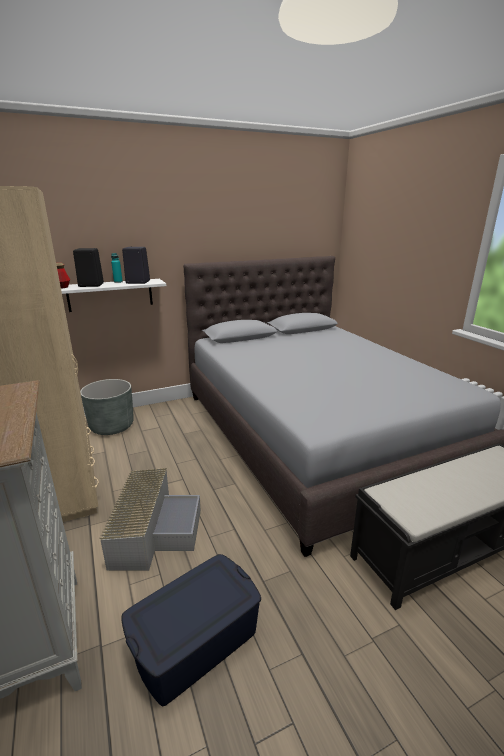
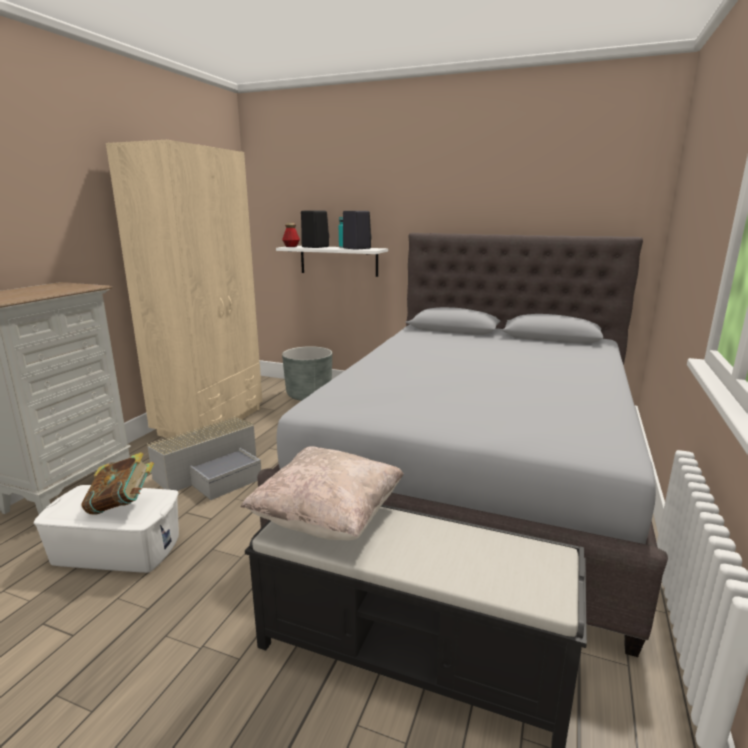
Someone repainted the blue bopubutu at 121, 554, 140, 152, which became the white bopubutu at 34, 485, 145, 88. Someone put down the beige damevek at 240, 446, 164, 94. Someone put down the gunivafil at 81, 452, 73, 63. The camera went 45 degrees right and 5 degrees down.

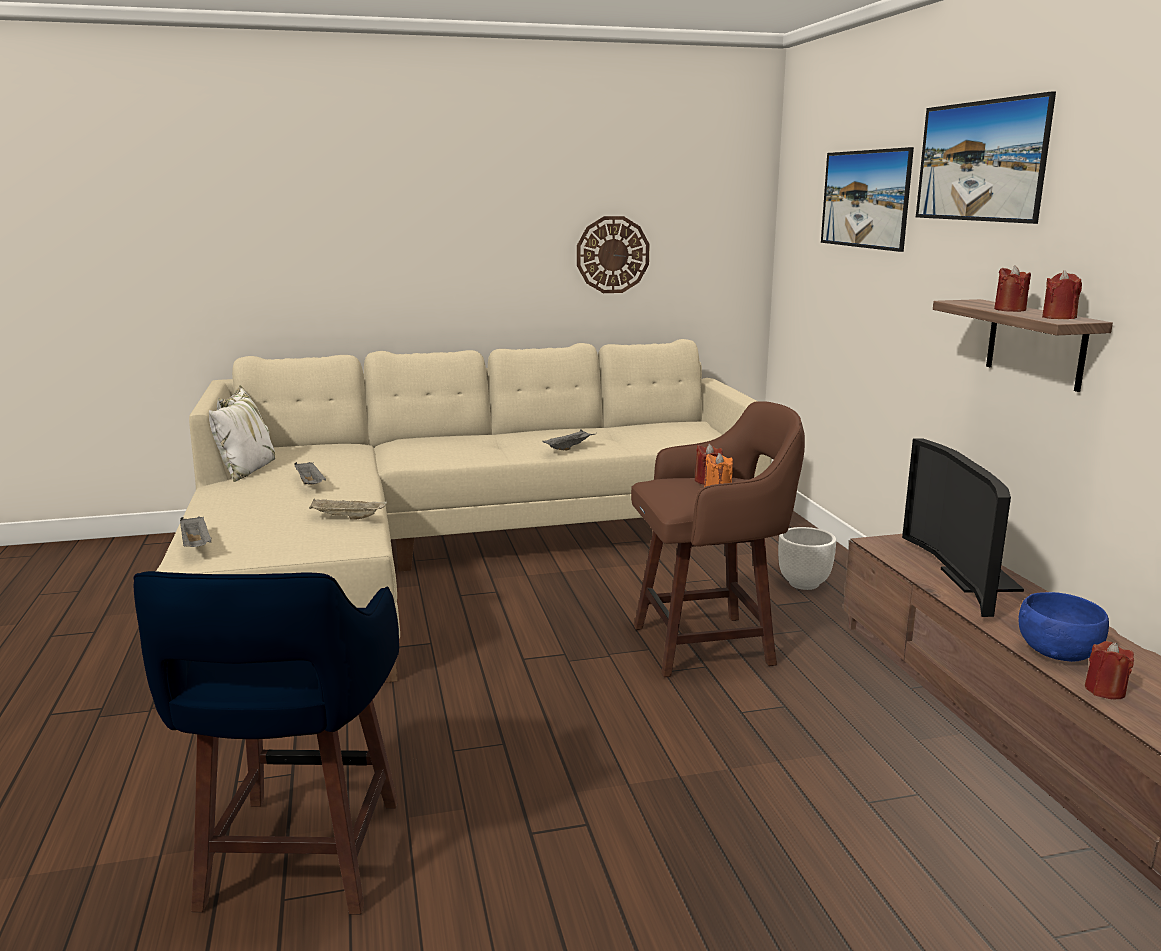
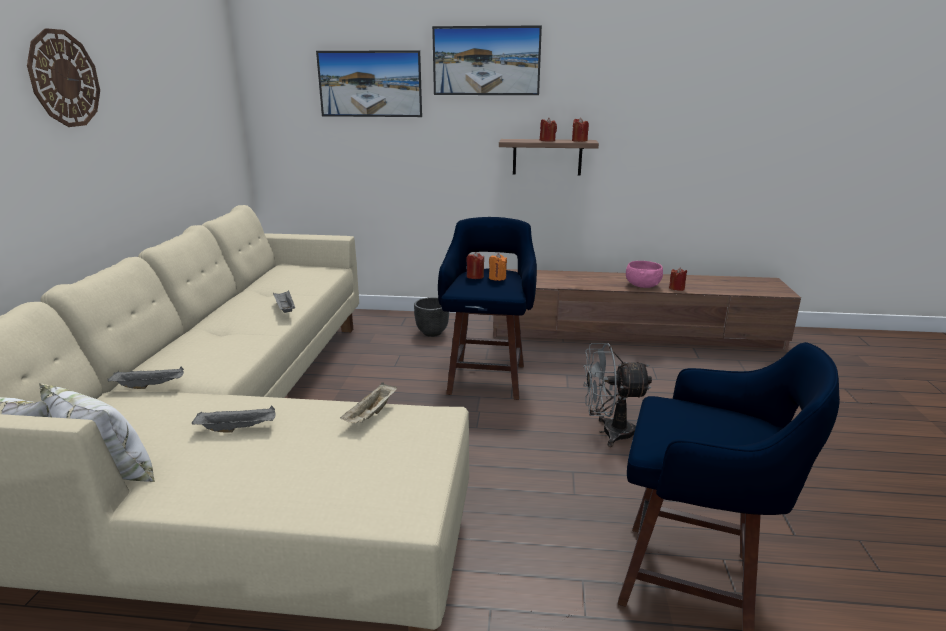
Someone carried the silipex from 577, 216, 73, 77 to 27, 28, 73, 99. Someone repainted the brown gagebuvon at 631, 401, 174, 276, which became the blue gagebuvon at 438, 217, 99, 183. Someone took away the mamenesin at 902, 439, 122, 178. Someone carried the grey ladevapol from 180, 516, 31, 31 to 108, 366, 76, 23. Someone repainted the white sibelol at 778, 527, 58, 63, which became the black sibelol at 414, 297, 35, 40. Someone repainted the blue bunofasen at 1019, 592, 90, 70, which became the pink bunofasen at 626, 261, 37, 27. Someone put down the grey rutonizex at 583, 343, 69, 104. The camera went 70 degrees left and 5 degrees up.

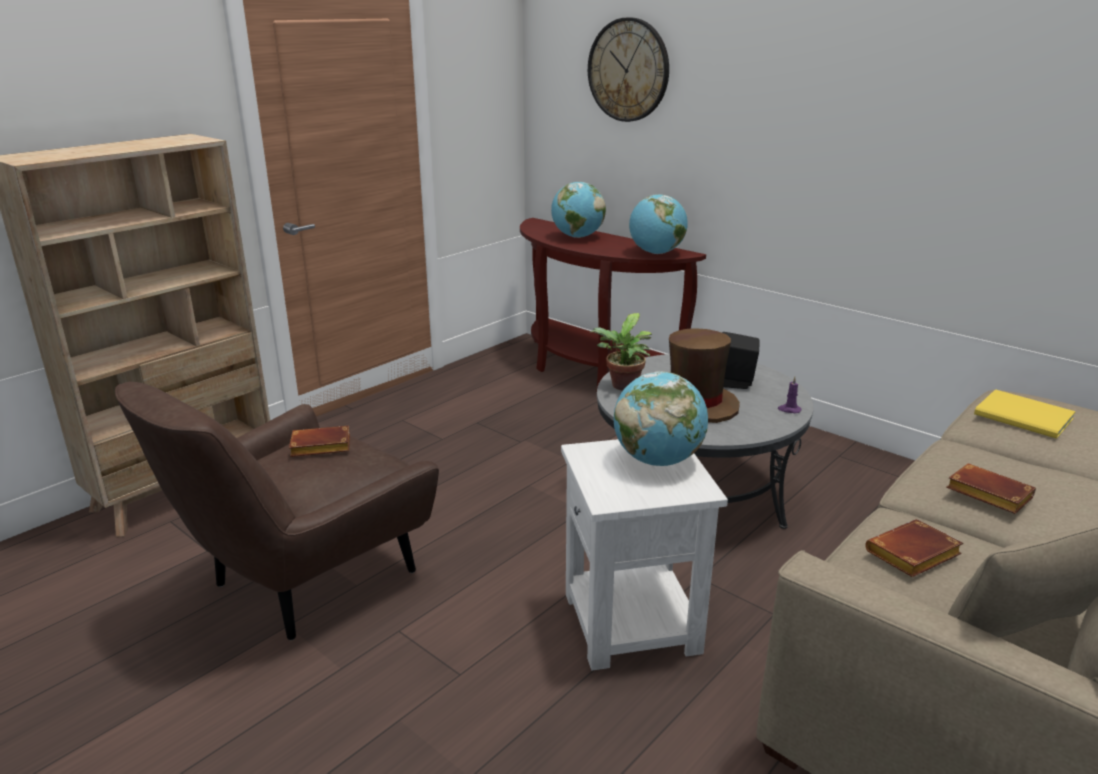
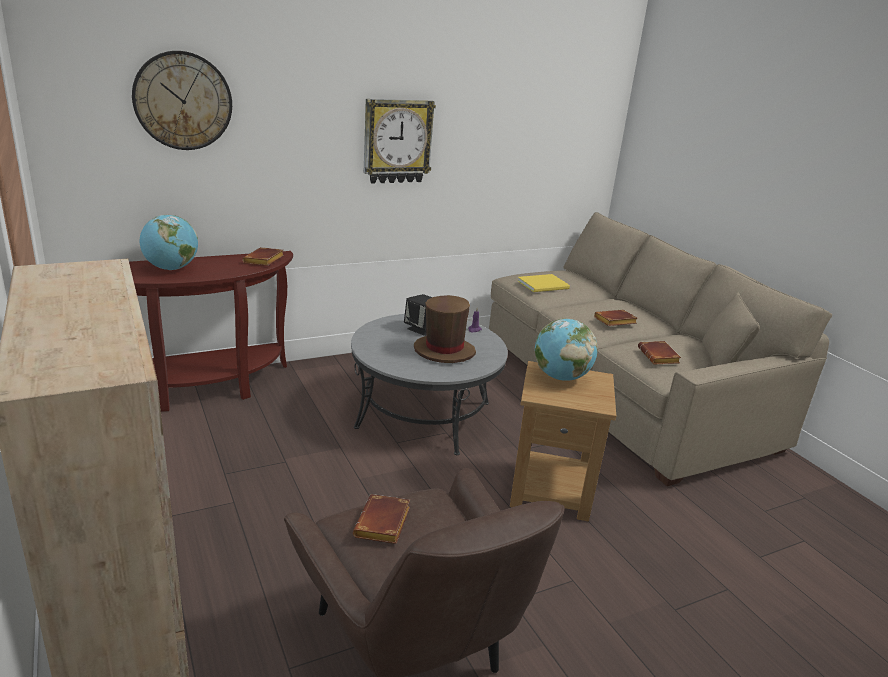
Someone swapped the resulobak at 629, 194, 59, 60 for the brown gunivafil at 243, 247, 41, 19. Someone took away the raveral at 591, 313, 61, 78. Someone repainted the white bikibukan at 561, 439, 167, 232, which became the brown bikibukan at 510, 361, 106, 160. Someone put up the silipex at 364, 99, 72, 85. The camera went 70 degrees left and 0 degrees up.

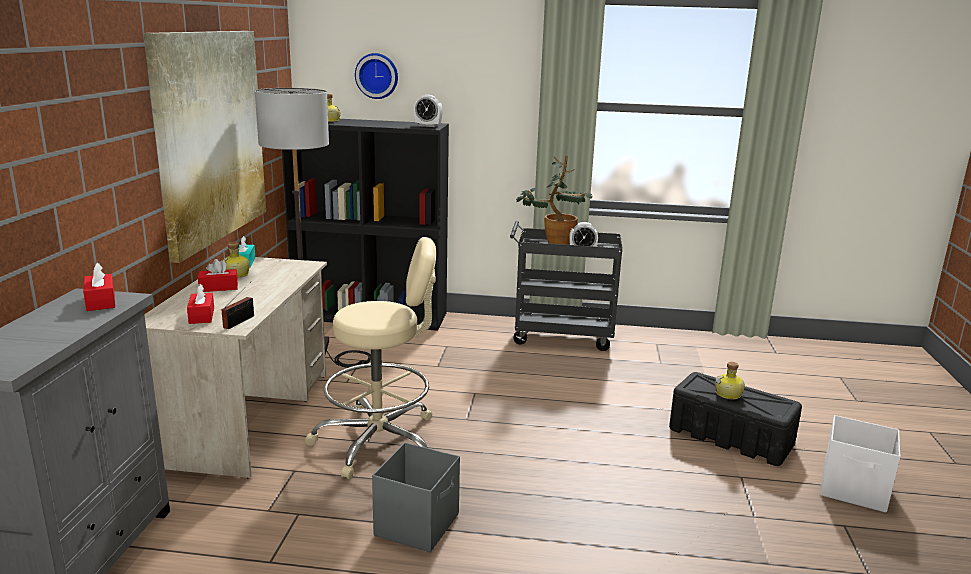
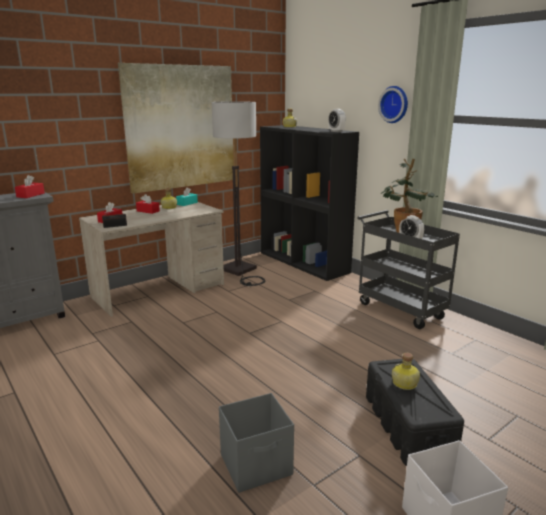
Someone carried the silipex from 355, 53, 43, 46 to 378, 86, 30, 37. Someone took away the beige gagebuvon at 305, 237, 131, 242. Someone carried the grey bopubutu from 372, 442, 88, 110 to 219, 393, 75, 100. The camera went 45 degrees right and 0 degrees up.

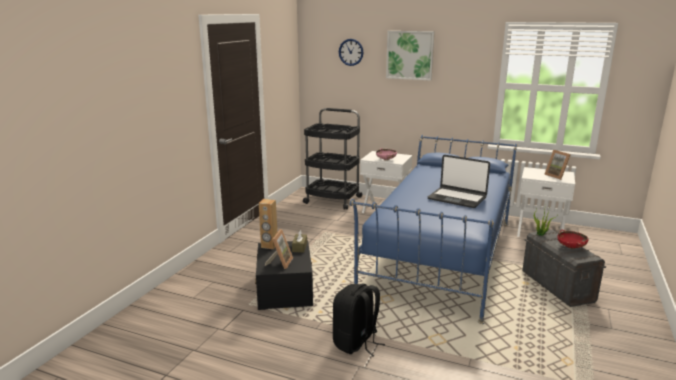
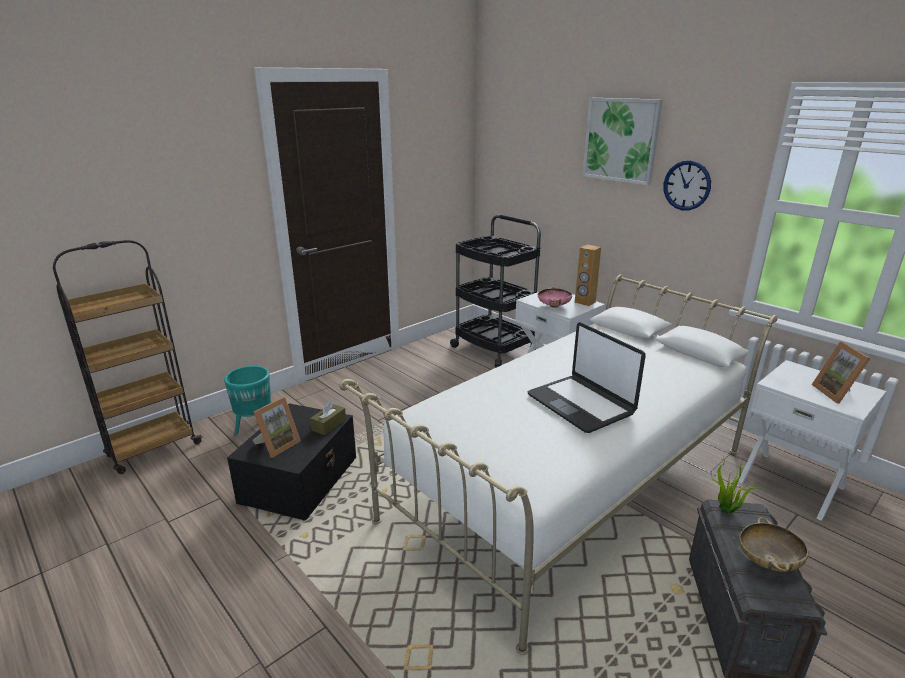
Someone carried the silipex from 339, 39, 25, 27 to 664, 160, 47, 50. Someone repainted the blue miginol at 349, 135, 168, 189, which became the white miginol at 339, 274, 438, 381. Someone carried the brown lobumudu from 259, 199, 18, 50 to 575, 244, 26, 62. Someone repainted the red bunofasen at 557, 230, 31, 19, which became the beige bunofasen at 739, 517, 69, 55. Someone took away the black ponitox at 333, 283, 52, 74. Someone put down the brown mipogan at 53, 240, 152, 234. Someone put down the turquoise sibelol at 224, 366, 47, 69. The camera went 25 degrees right and 5 degrees up.

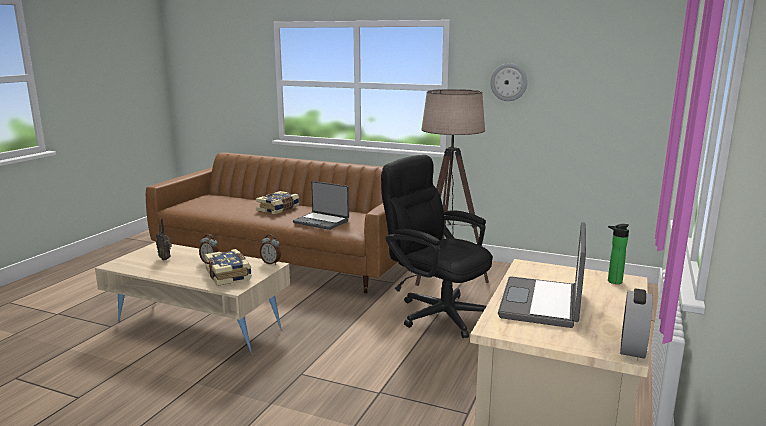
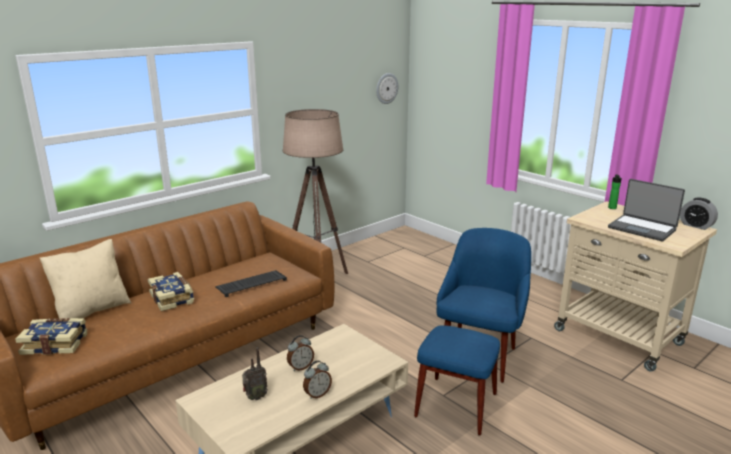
Someone carried the silipex from 490, 63, 38, 38 to 376, 73, 22, 31. Someone took away the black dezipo at 381, 155, 112, 183. Someone swapped the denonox at 293, 181, 56, 49 for the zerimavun at 215, 270, 72, 27. Someone carried the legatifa from 260, 234, 21, 31 to 303, 361, 29, 38. Someone carried the gunivafil from 205, 249, 47, 37 to 15, 318, 72, 37. Someone put down the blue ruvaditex at 414, 228, 117, 208. Someone put down the beige damevek at 40, 239, 91, 80. The camera went 65 degrees left and 5 degrees up.

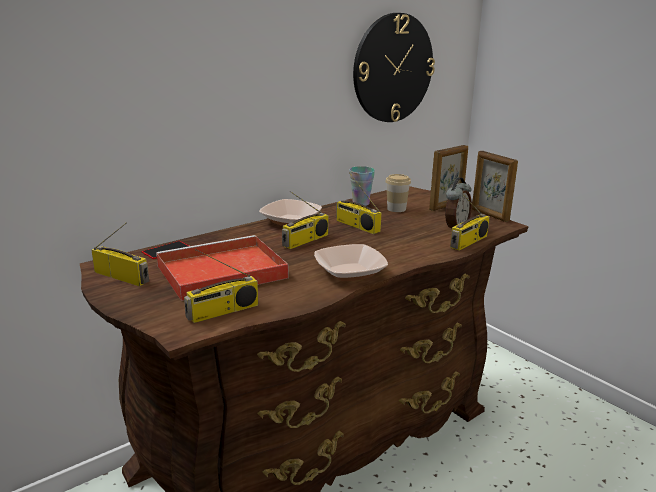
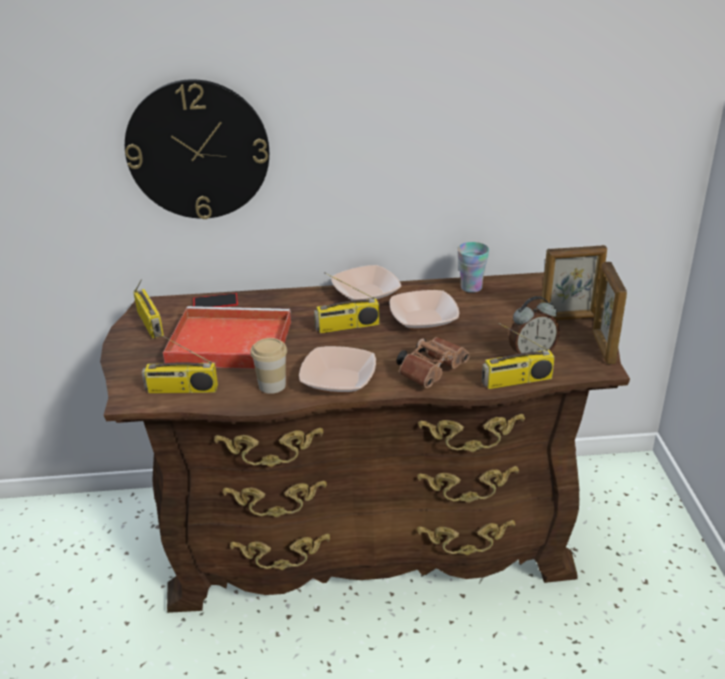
Someone carried the silipex from 353, 13, 82, 109 to 125, 79, 144, 140. Someone swapped the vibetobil at 336, 172, 45, 62 for the bunofasen at 389, 290, 70, 41. Someone carried the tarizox from 385, 174, 26, 38 to 250, 338, 37, 56. Someone put down the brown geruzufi at 396, 337, 74, 51. The camera went 35 degrees right and 10 degrees up.

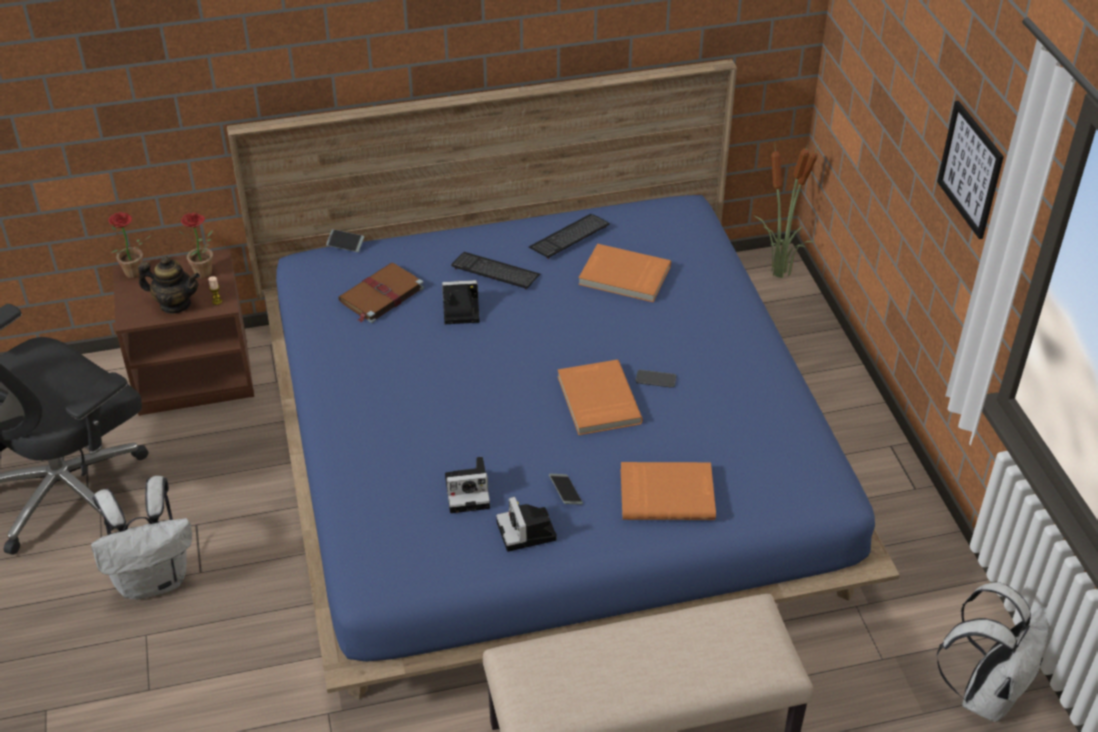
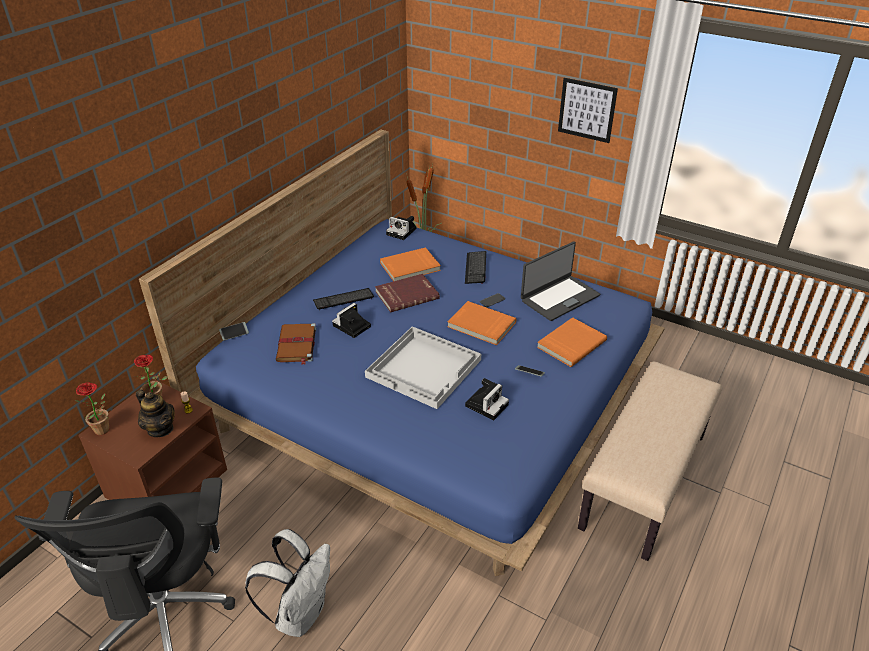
Someone carried the zerimavun from 529, 214, 81, 45 to 465, 251, 21, 33. Someone rotated the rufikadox at 138, 256, 62, 57 by 75 degrees clockwise. Someone carried the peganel from 496, 497, 61, 55 to 386, 216, 30, 24. Someone took away the white ponitox at 937, 582, 112, 140. Someone put down the denonox at 521, 242, 79, 79. Someone put down the red gunivafil at 375, 274, 65, 39. Someone put down the white ladevapol at 365, 326, 116, 83. The camera went 45 degrees left and 5 degrees down.

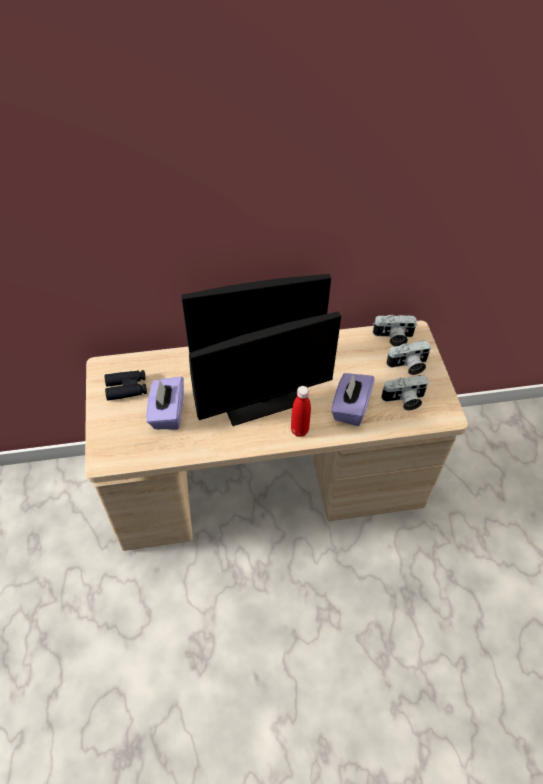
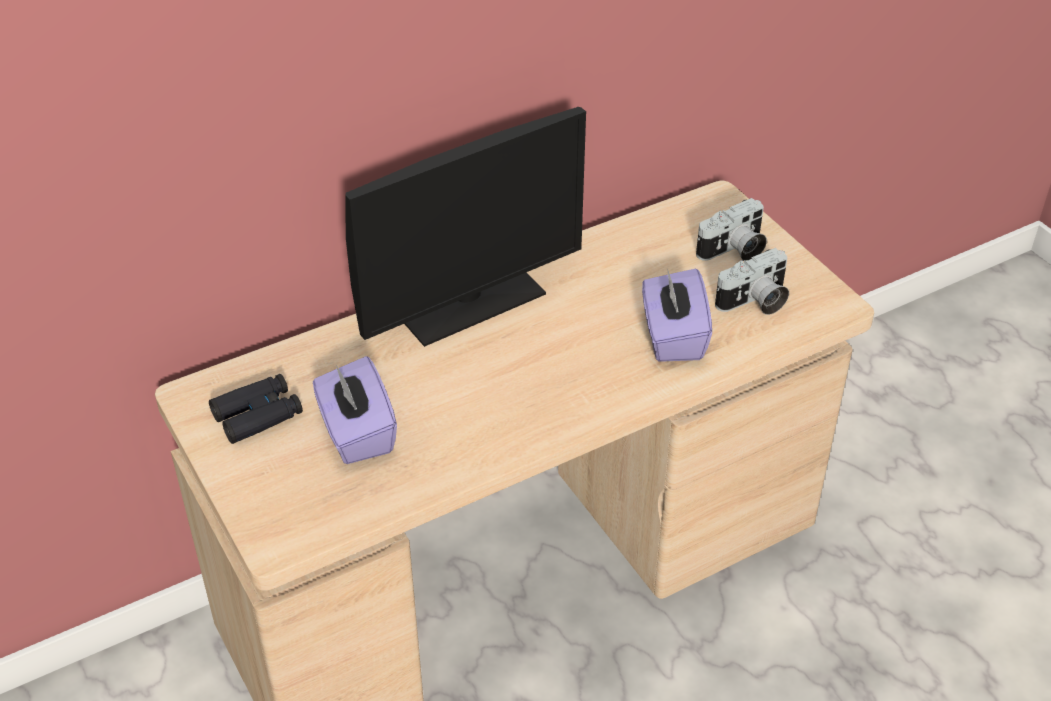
Someone took away the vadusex at 189, 312, 152, 114. Someone took away the peganel at 372, 315, 45, 31. Someone took away the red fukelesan at 291, 386, 20, 51. The camera went 20 degrees left and 10 degrees down.

